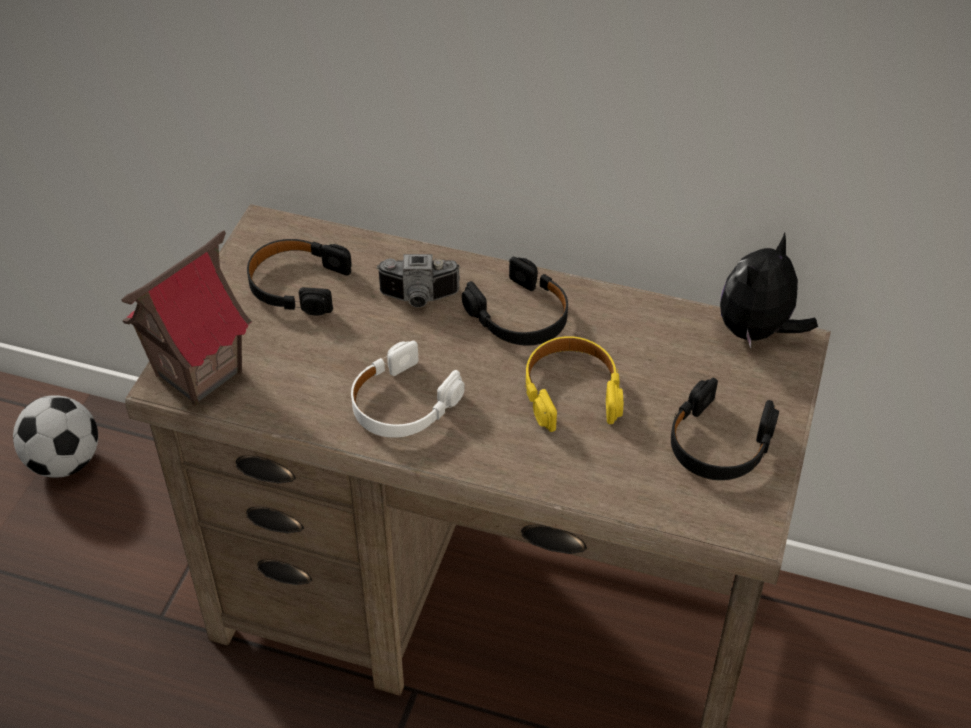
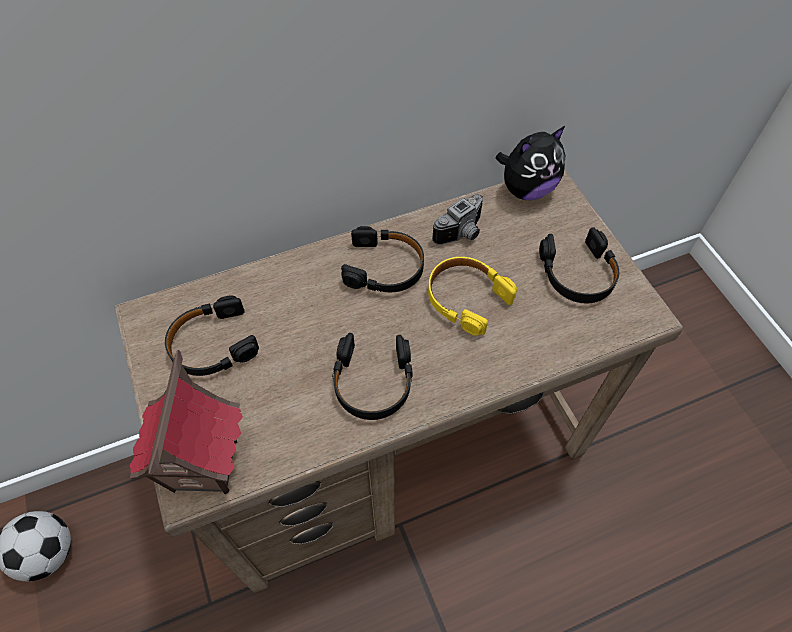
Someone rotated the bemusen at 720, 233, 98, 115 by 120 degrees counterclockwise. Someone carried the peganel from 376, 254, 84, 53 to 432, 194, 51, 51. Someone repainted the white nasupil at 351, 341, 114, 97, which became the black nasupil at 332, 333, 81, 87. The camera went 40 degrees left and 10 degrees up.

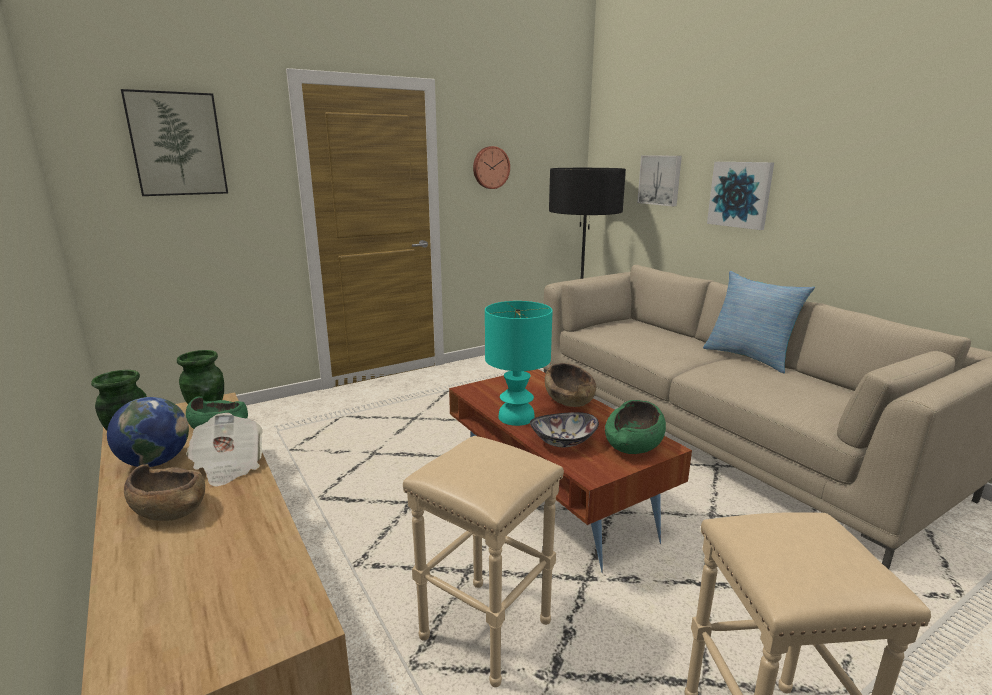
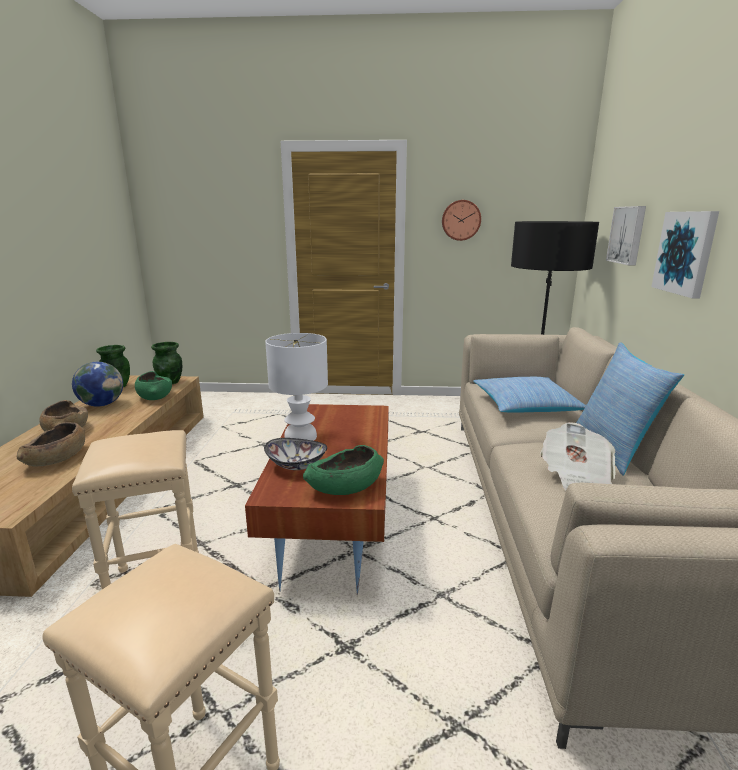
Someone took away the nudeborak at 121, 89, 107, 107. Someone repainted the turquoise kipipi at 485, 301, 68, 125, which became the white kipipi at 265, 333, 63, 108. Someone carried the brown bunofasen from 545, 363, 51, 44 to 17, 422, 68, 45. Someone carried the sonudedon from 186, 413, 77, 74 to 540, 422, 76, 69. Someone put down the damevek at 473, 377, 113, 36. The camera went 35 degrees right and 0 degrees up.

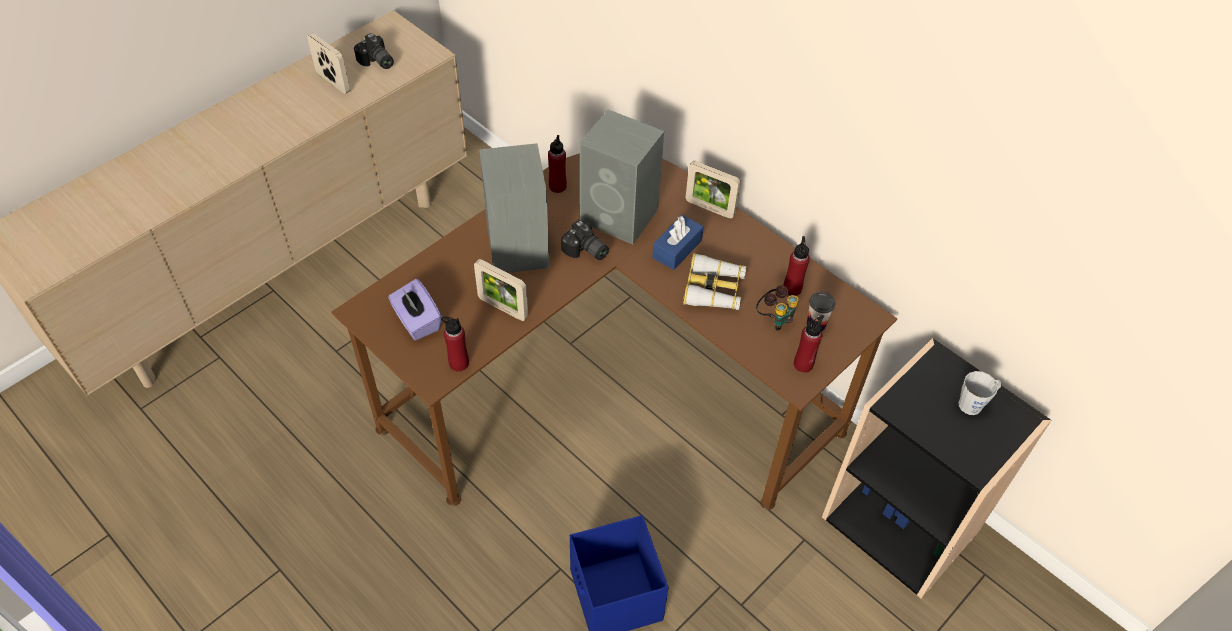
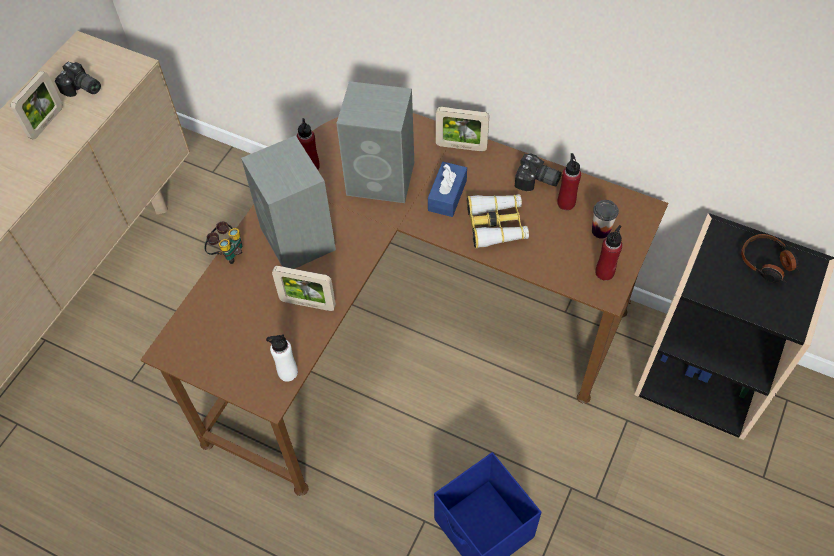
Someone rotated the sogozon at 307, 33, 43, 61 by 90 degrees clockwise. Someone carried the peganel from 561, 220, 48, 40 to 515, 154, 47, 37. Someone took away the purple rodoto at 388, 279, 54, 61. Someone carried the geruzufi from 756, 285, 43, 46 to 205, 222, 37, 42. Someone repainted the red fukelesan at 441, 316, 28, 56, which became the white fukelesan at 266, 334, 32, 48. Someone swapped the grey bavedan at 958, 371, 44, 44 for the nasupil at 741, 234, 58, 49. The camera went 15 degrees left and 5 degrees up.

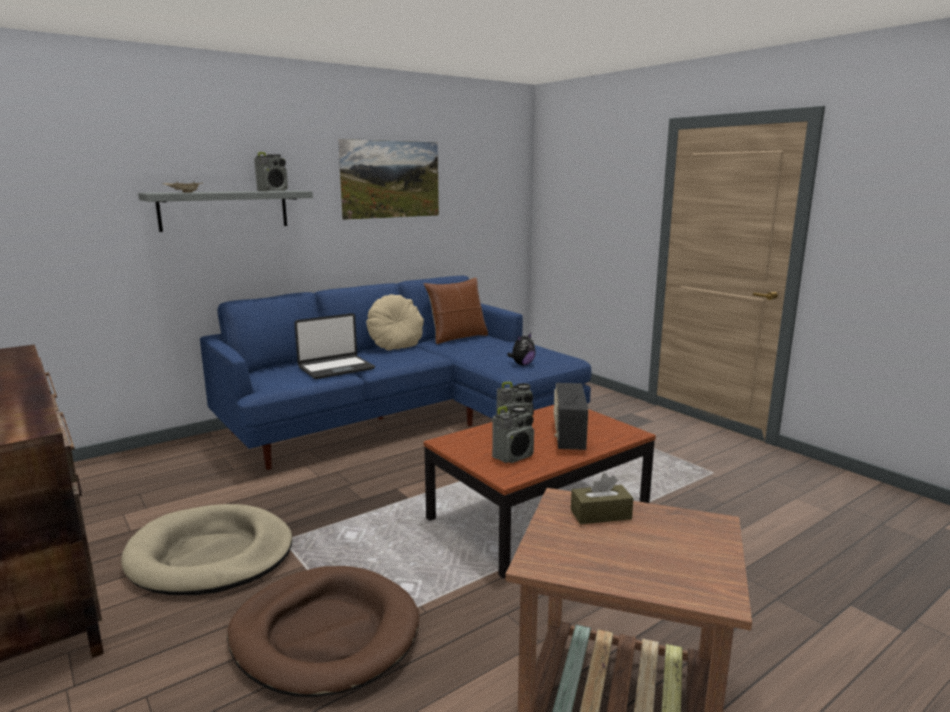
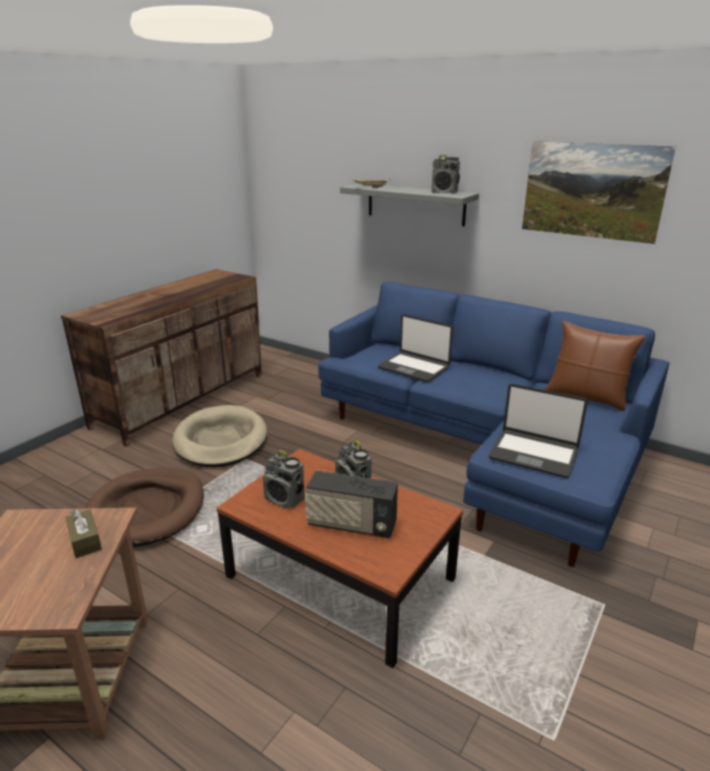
Someone took away the beige damevek at 366, 294, 58, 57. Someone swapped the bemusen at 507, 333, 29, 32 for the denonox at 489, 384, 99, 94. Someone rotated the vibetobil at 554, 383, 34, 67 by 150 degrees counterclockwise. The camera went 70 degrees right and 10 degrees up.

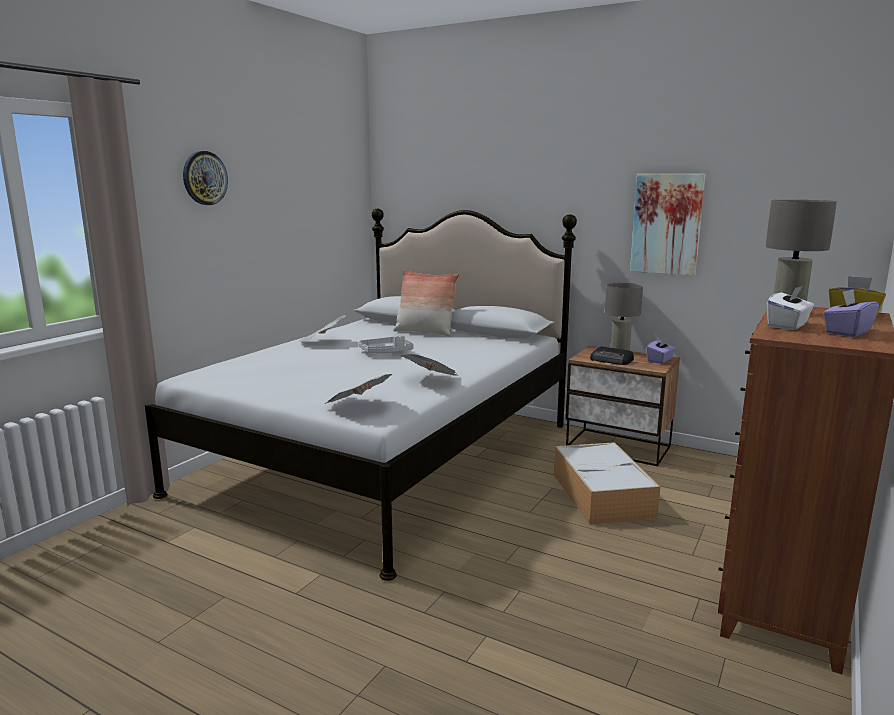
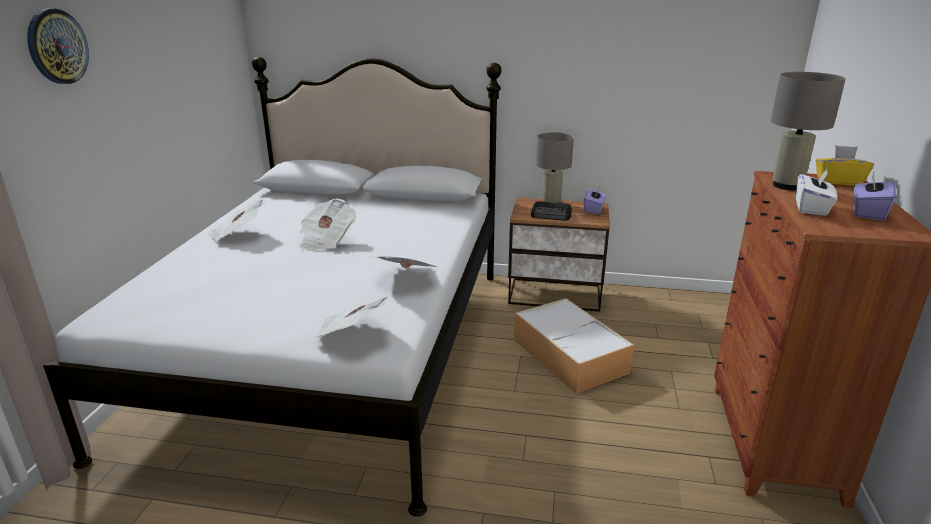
Someone took away the nudeborak at 630, 174, 76, 102. Someone took away the damevek at 393, 269, 66, 67. Someone swapped the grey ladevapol at 358, 335, 56, 18 for the sonudedon at 299, 199, 57, 52. The camera went 20 degrees left and 10 degrees up.

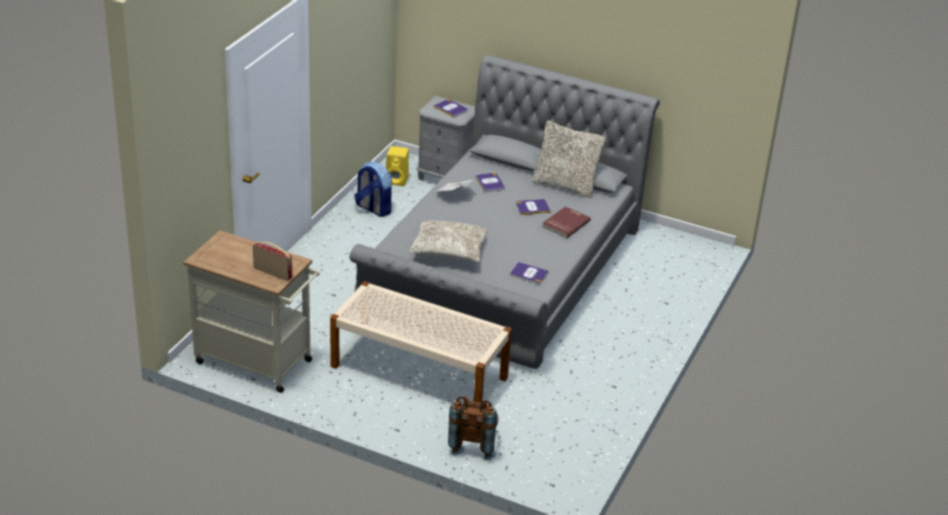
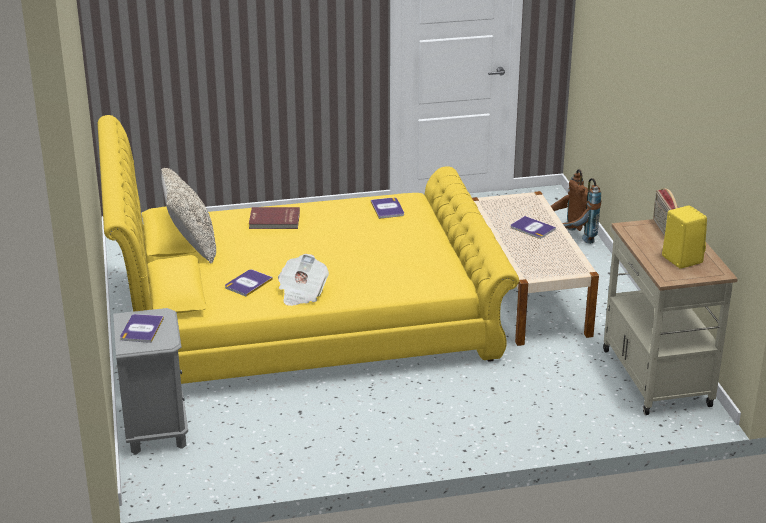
Someone repainted the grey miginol at 349, 55, 311, 314, which became the yellow miginol at 98, 115, 421, 269. Someone carried the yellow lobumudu from 386, 146, 23, 40 to 662, 205, 45, 64. Someone took away the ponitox at 354, 162, 38, 55. Someone carried the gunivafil from 516, 199, 35, 16 to 511, 216, 45, 23. Someone took away the beige damevek at 410, 220, 78, 42. The camera went 125 degrees left and 5 degrees down.

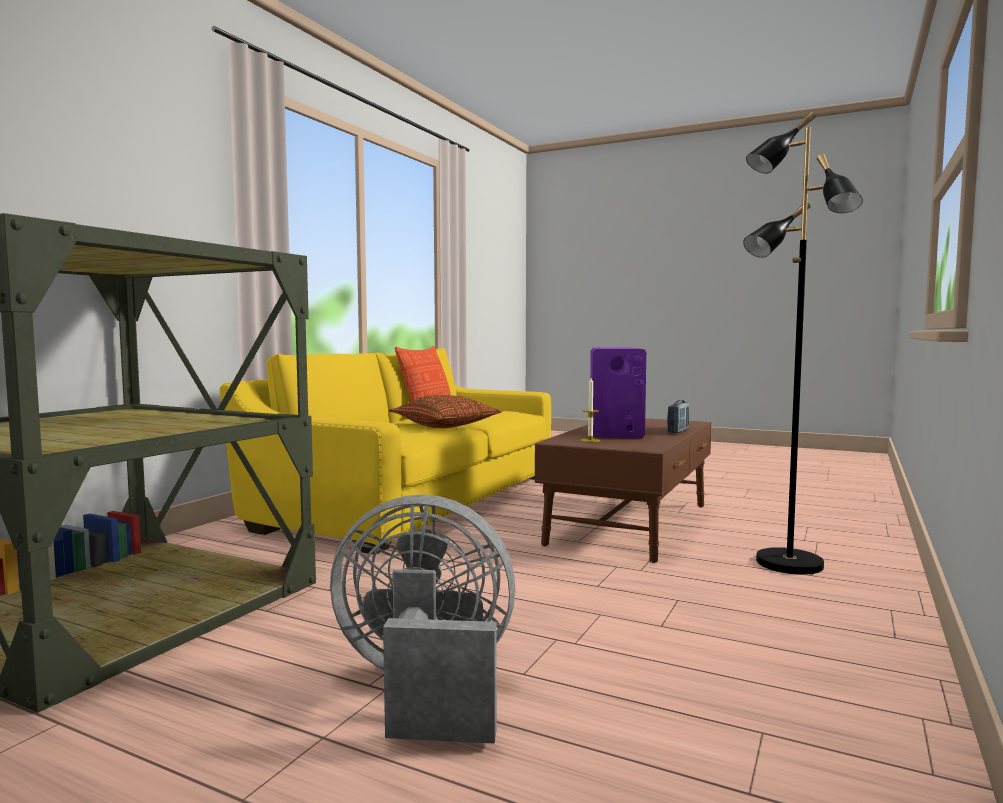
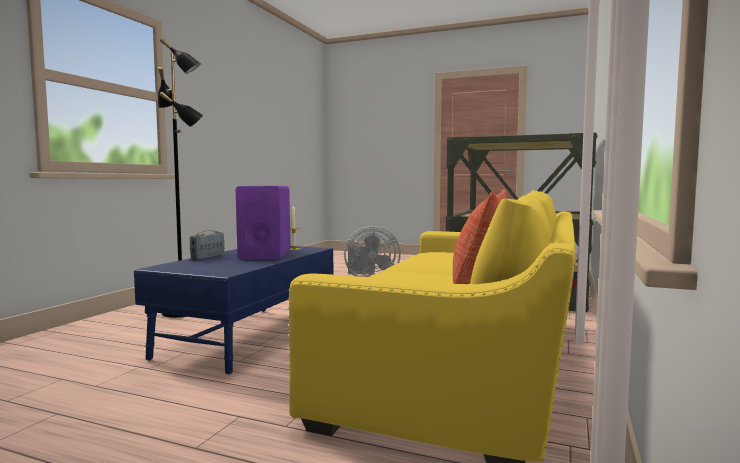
Someone took away the brown damevek at 389, 395, 113, 33. Someone repainted the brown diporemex at 535, 418, 176, 145, which became the blue diporemex at 134, 246, 200, 128. The camera went 175 degrees right and 0 degrees up.

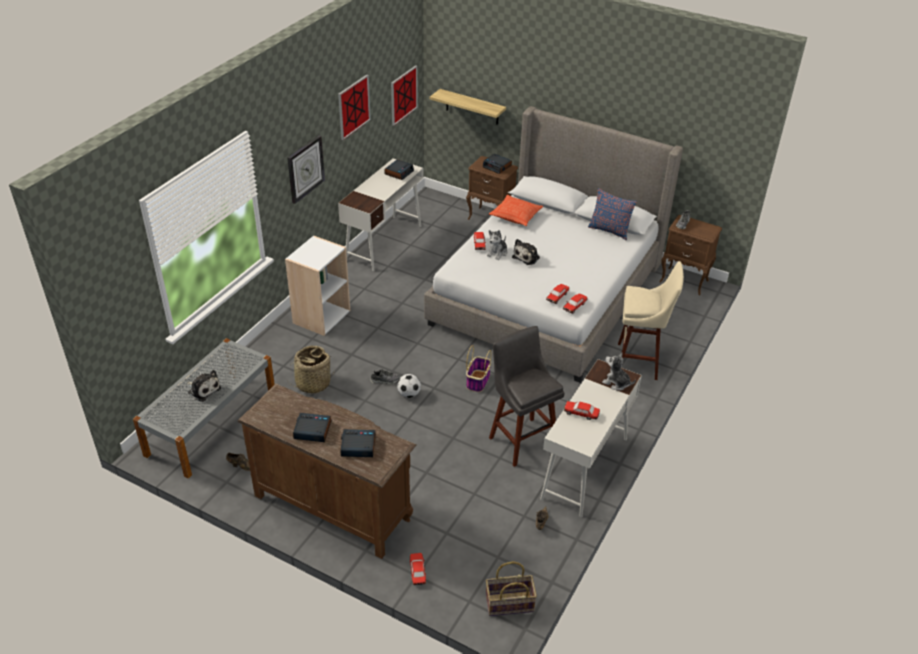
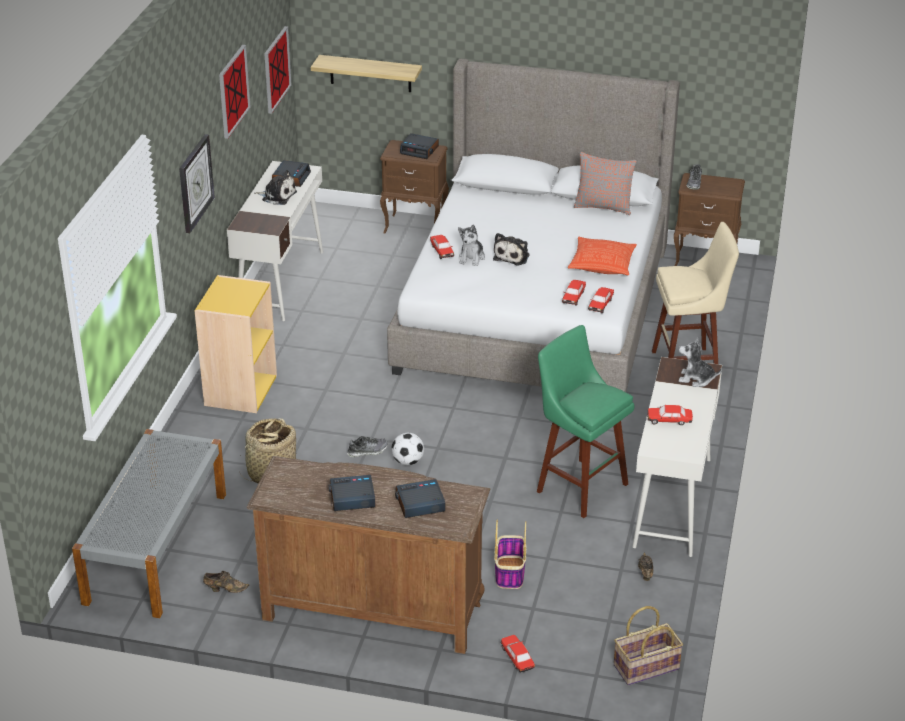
Someone repainted the blue damevek at 588, 188, 49, 52, which became the grey damevek at 574, 152, 63, 63. Someone carried the orange damevek from 489, 195, 54, 31 to 568, 237, 69, 38. Someone repainted the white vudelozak at 285, 236, 65, 100, which became the yellow vudelozak at 195, 275, 82, 138. Someone repainted the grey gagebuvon at 489, 326, 75, 141, which became the green gagebuvon at 537, 325, 97, 193. Someone carried the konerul from 466, 345, 25, 47 to 494, 520, 33, 69. Someone carried the bemusen from 187, 370, 34, 32 to 254, 170, 43, 35. The camera went 15 degrees left and 5 degrees down.

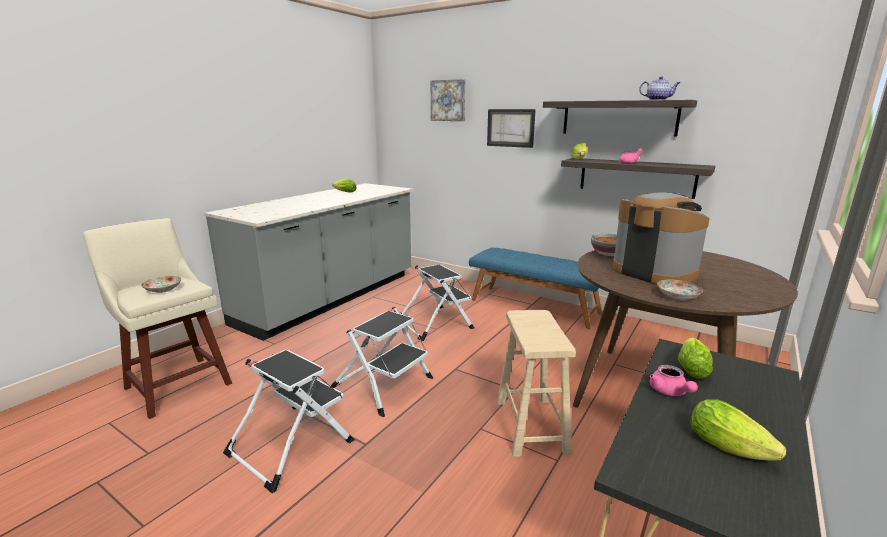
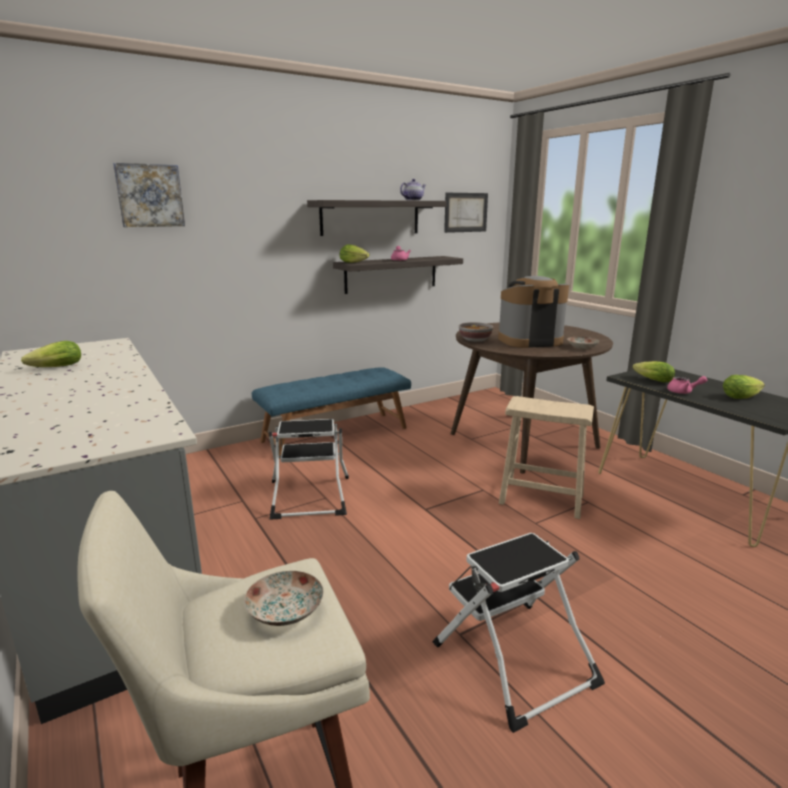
Someone carried the nudeborak from 487, 109, 49, 39 to 444, 193, 44, 40. Someone took away the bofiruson at 331, 307, 102, 110. The camera went 65 degrees left and 0 degrees up.

